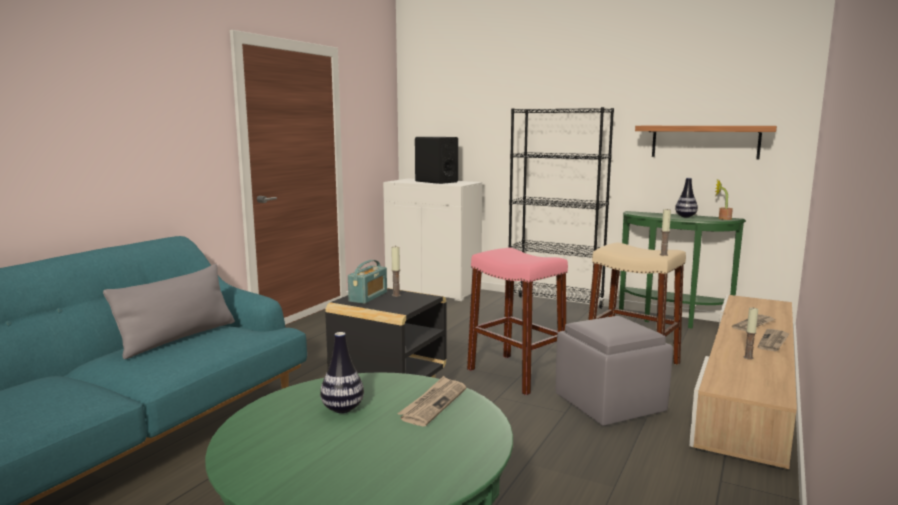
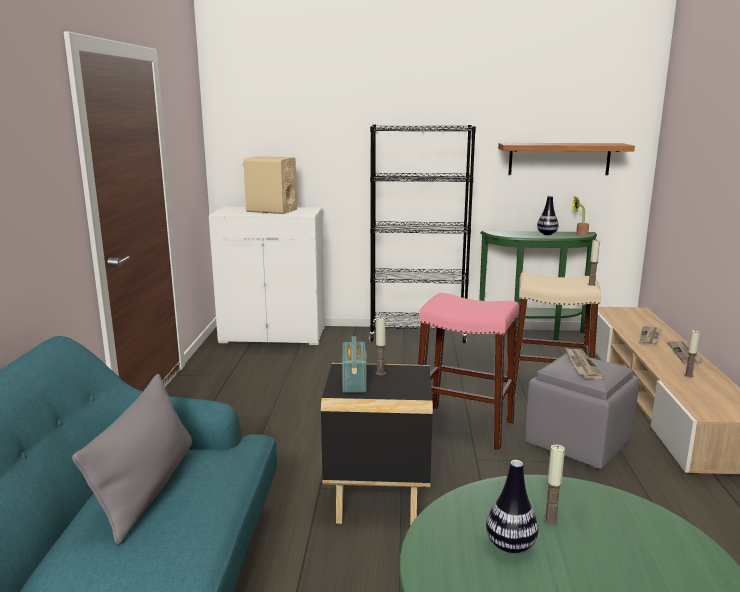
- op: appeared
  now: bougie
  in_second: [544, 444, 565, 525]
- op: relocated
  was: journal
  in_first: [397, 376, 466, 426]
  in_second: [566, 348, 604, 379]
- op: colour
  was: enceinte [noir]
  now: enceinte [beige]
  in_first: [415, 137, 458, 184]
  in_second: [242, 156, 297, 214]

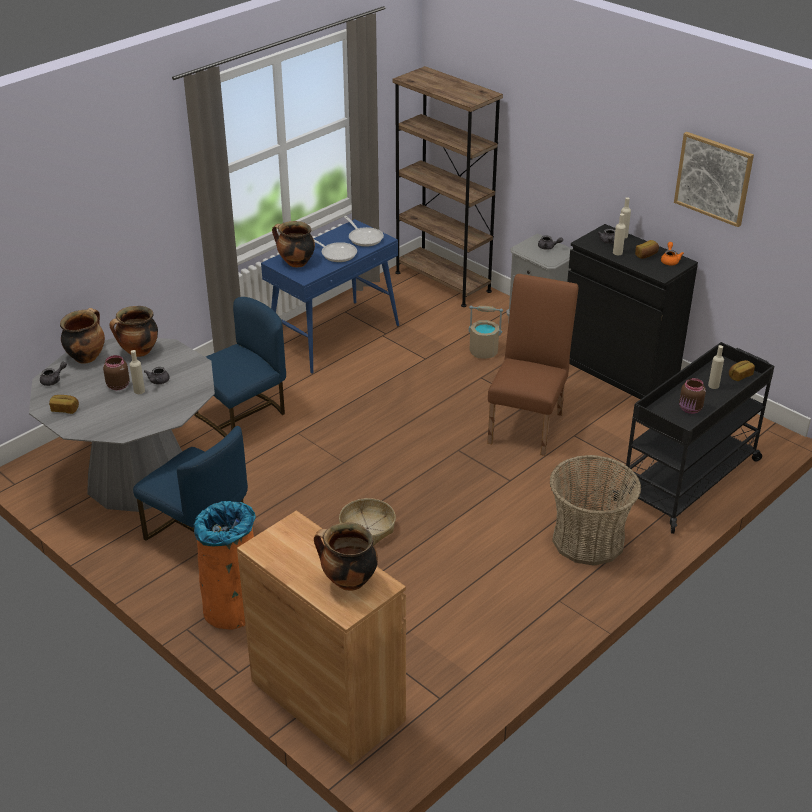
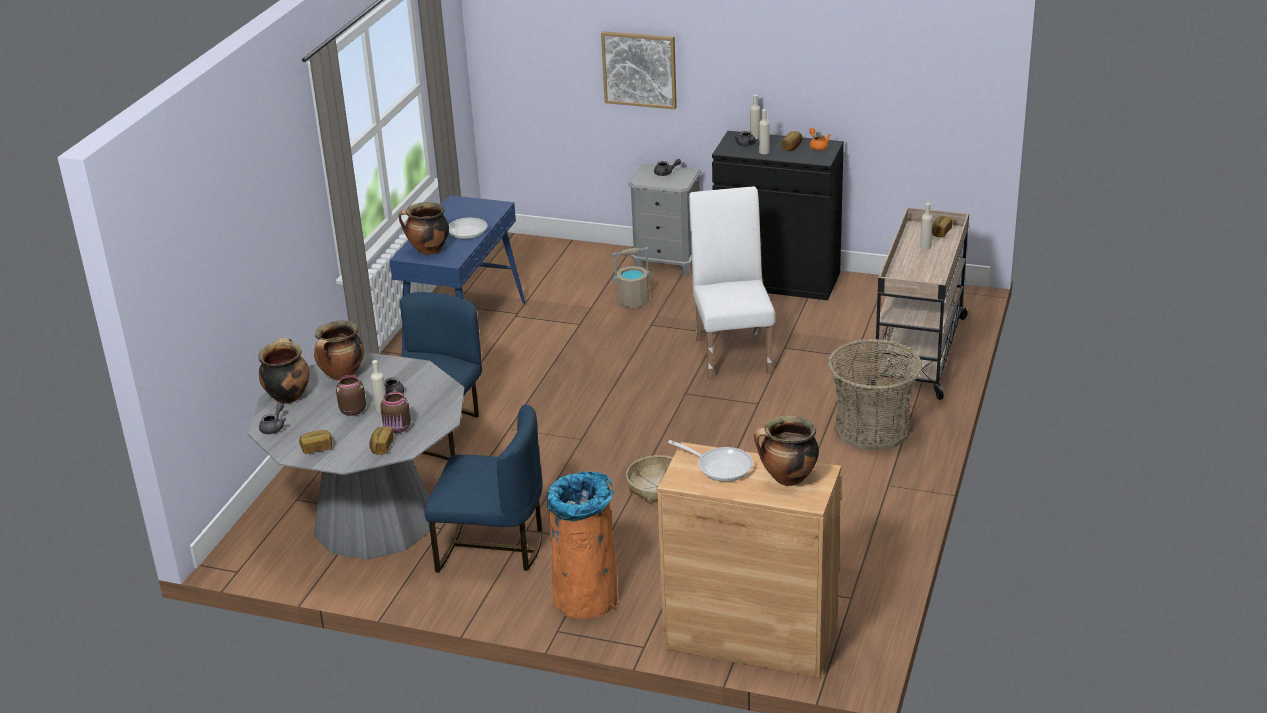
- op: missing
  was: bibliothèque [marron]
  in_first: [392, 66, 503, 307]
- op: appeared
  now: pain
  in_second: [369, 426, 394, 455]
- op: relocated
  was: poêle
  in_first: [344, 216, 384, 247]
  in_second: [668, 440, 753, 482]
- op: relocated
  was: tableau
  in_first: [674, 132, 754, 227]
  in_second: [601, 31, 677, 109]
- op: relocated
  was: bocal [marron]
  in_first: [679, 378, 706, 414]
  in_second: [381, 391, 411, 433]
- op: colour
  was: chaise [marron]
  now: chaise [blanc]
  in_first: [487, 274, 579, 456]
  in_second: [689, 186, 775, 379]
- op: colour
  was: chariot [noir]
  now: chariot [beige]
  in_first: [612, 342, 774, 534]
  in_second: [866, 207, 969, 400]

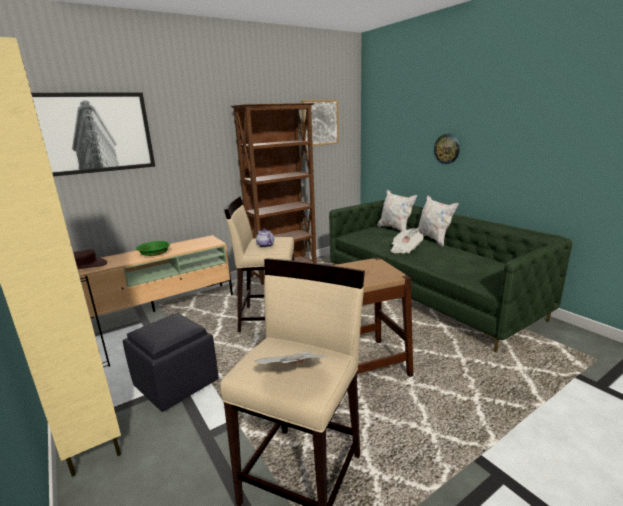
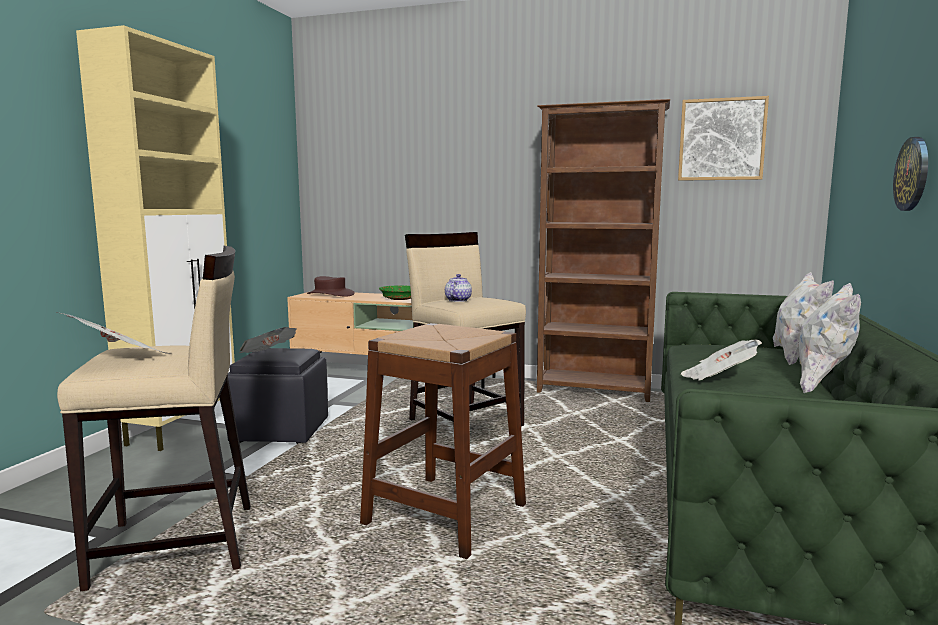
- op: missing
  was: tableau
  in_first: [31, 93, 155, 176]
- op: appeared
  now: journal
  in_second: [239, 327, 297, 353]

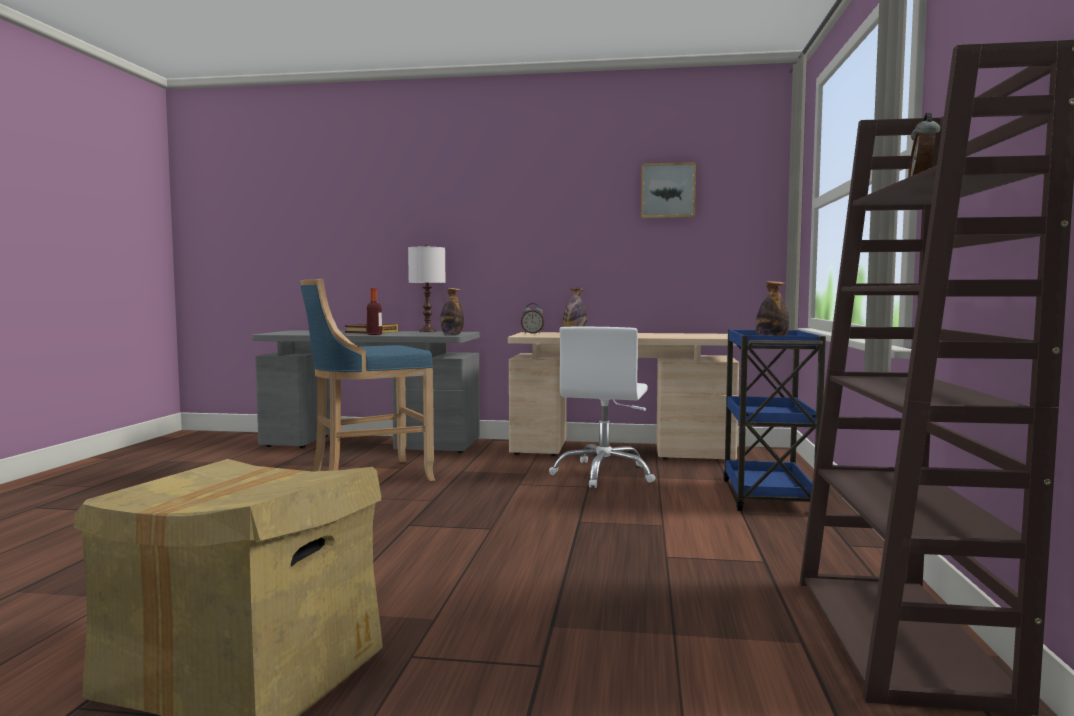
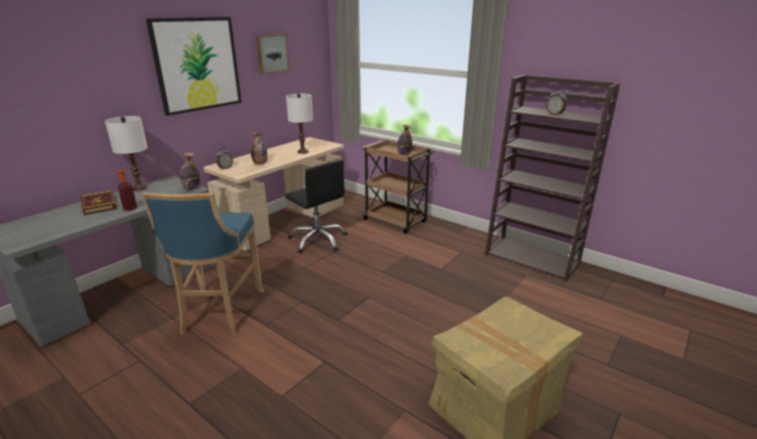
- op: appeared
  now: tableau
  in_second: [146, 17, 242, 116]
- op: appeared
  now: lampe de table [blanc]
  in_second: [286, 93, 313, 154]
- op: colour
  was: chaise de bureau [blanc]
  now: chaise de bureau [noir]
  in_first: [549, 327, 656, 488]
  in_second: [285, 160, 348, 254]
- op: colour
  was: chariot [bleu]
  now: chariot [marron]
  in_first: [723, 329, 826, 511]
  in_second: [362, 139, 434, 234]

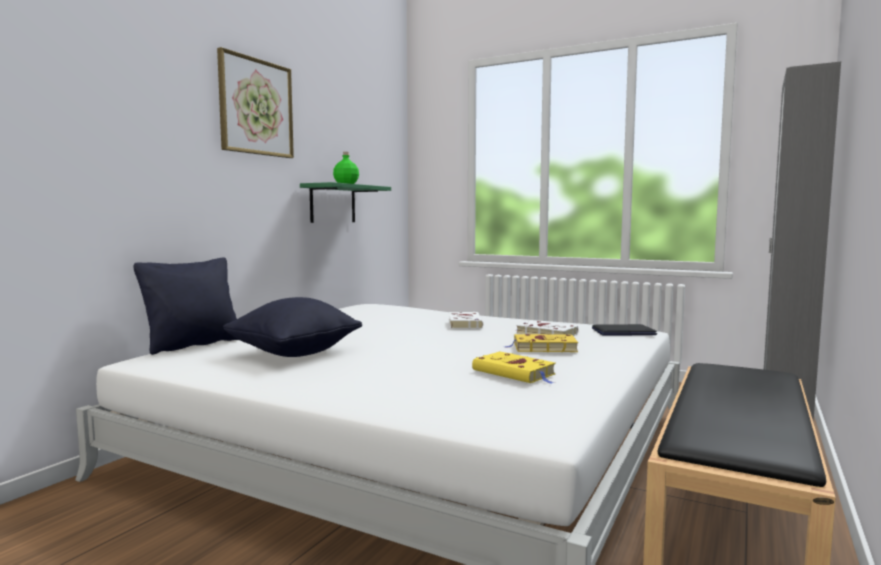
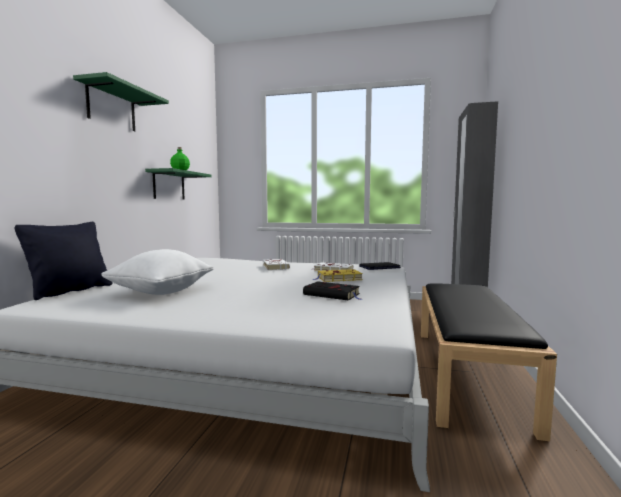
- op: exchanged
  was: tableau
  now: étagère [vert]
  in_first: [217, 47, 294, 158]
  in_second: [73, 72, 169, 131]
- op: colour
  was: coussin [noir]
  now: coussin [blanc]
  in_first: [223, 297, 362, 357]
  in_second: [101, 249, 214, 295]
- op: colour
  was: livre [jaune]
  now: livre [noir]
  in_first: [472, 352, 556, 384]
  in_second: [303, 281, 362, 300]

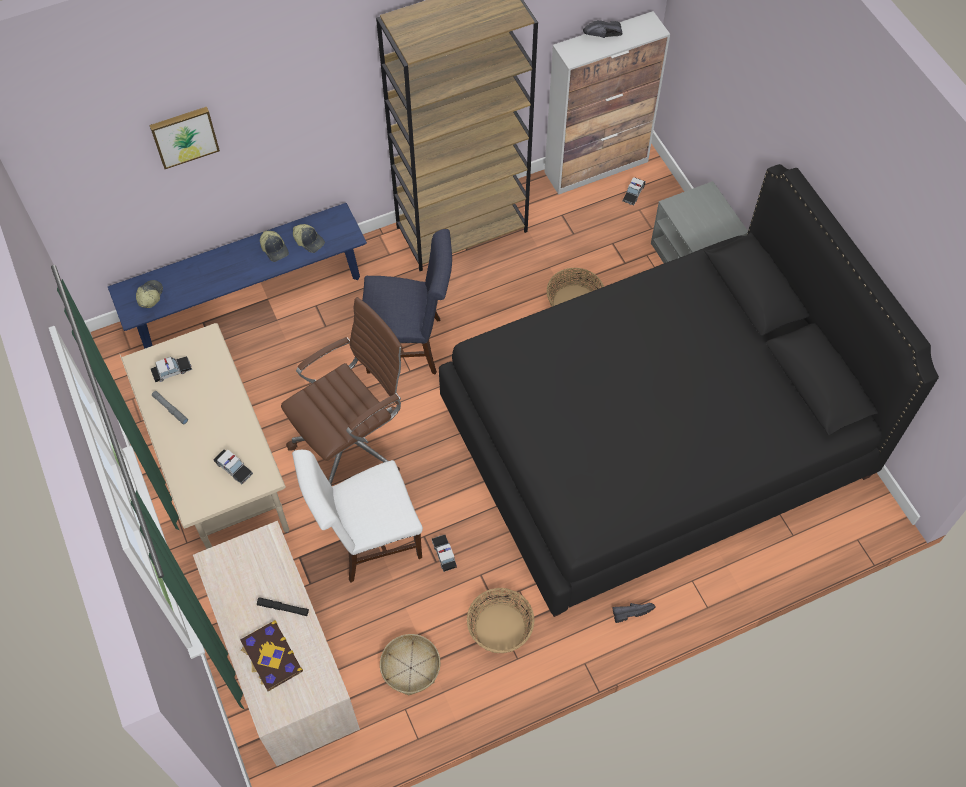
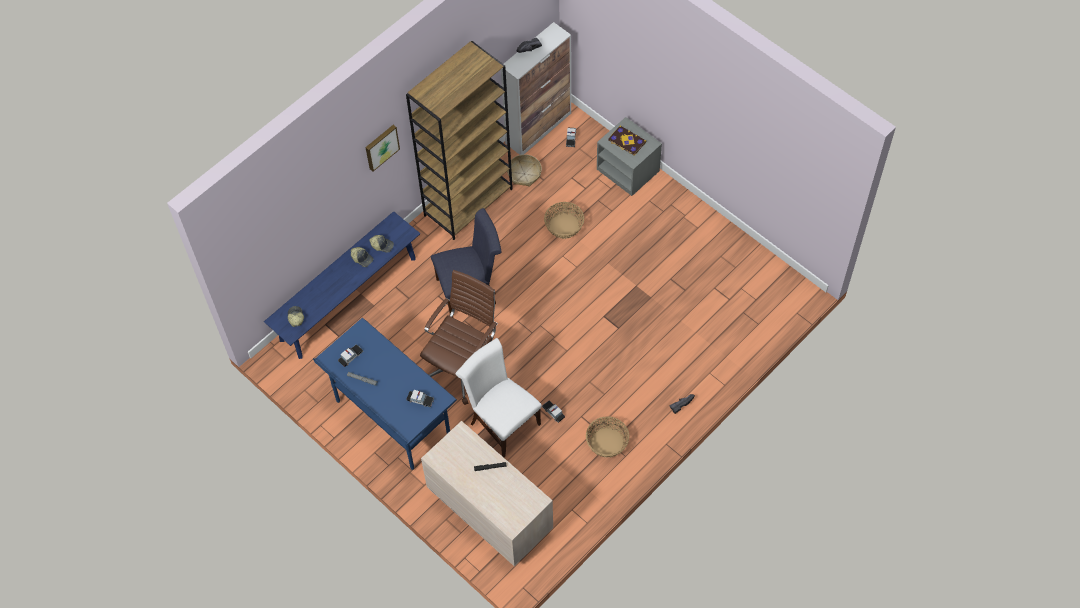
- op: missing
  was: lit [noir]
  in_first: [439, 164, 939, 617]
- op: relocated
  was: tableau
  in_first: [149, 107, 220, 169]
  in_second: [365, 125, 400, 172]
- op: relocated
  was: livre
  in_first: [240, 620, 303, 691]
  in_second: [608, 125, 646, 156]
- op: relocated
  was: panier
  in_first: [380, 634, 440, 695]
  in_second: [507, 154, 542, 187]
- op: colour
  was: bureau [beige]
  now: bureau [bleu]
  in_first: [120, 323, 289, 549]
  in_second: [313, 318, 457, 470]
- op: spun
  was: chaise [blanc]
  in_first: [292, 450, 423, 583]
  in_second: [455, 338, 542, 457]
  clockwise: 90

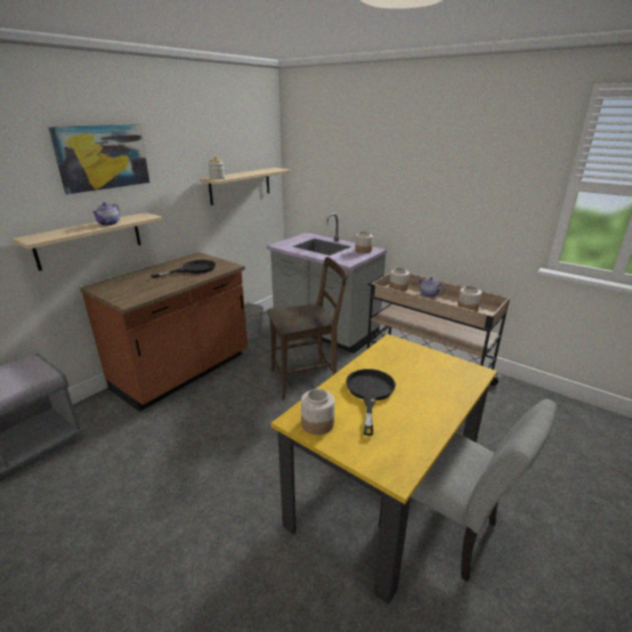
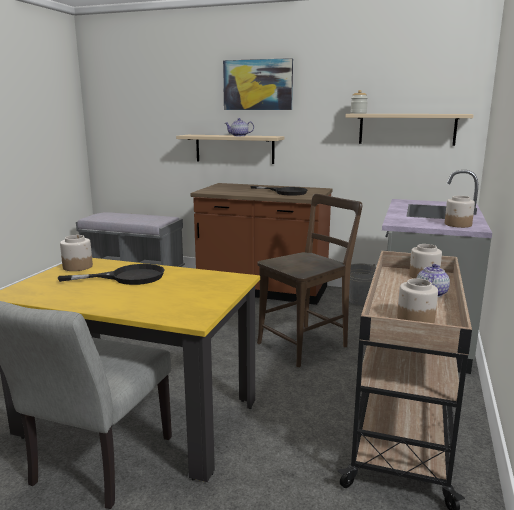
- op: spun
  was: chaise [marron]
  in_first: [267, 257, 347, 399]
  in_second: [257, 194, 362, 367]
  clockwise: -90

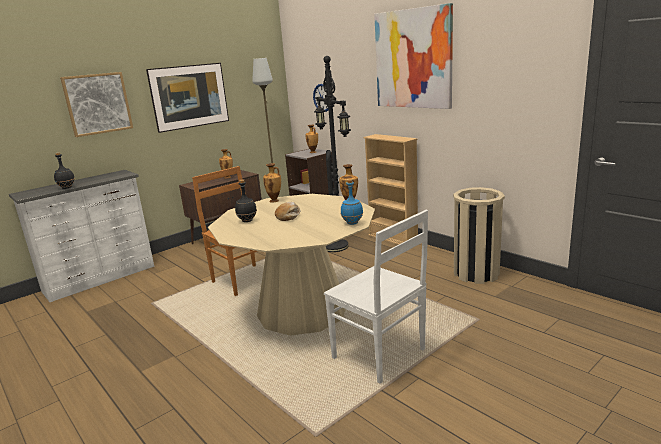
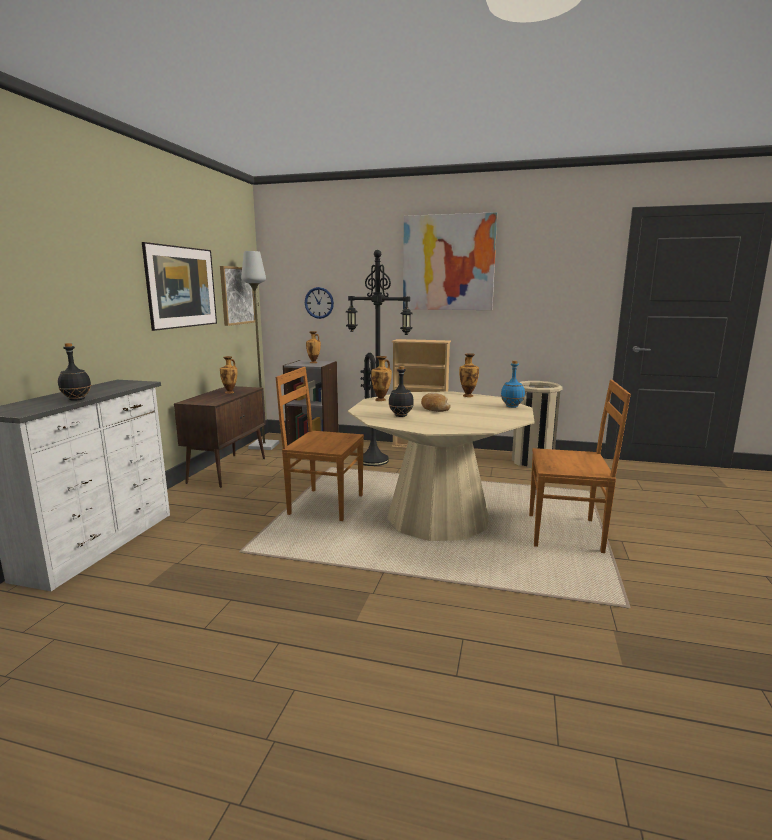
- op: relocated
  was: tableau
  in_first: [60, 72, 133, 137]
  in_second: [220, 266, 255, 326]
- op: colour
  was: chaise [blanc]
  now: chaise [marron]
  in_first: [324, 210, 428, 384]
  in_second: [529, 379, 631, 553]

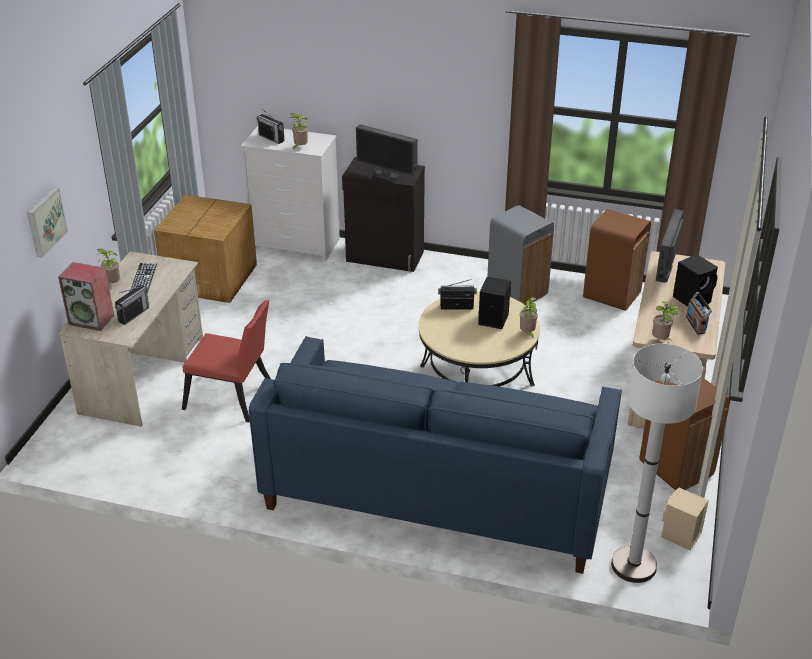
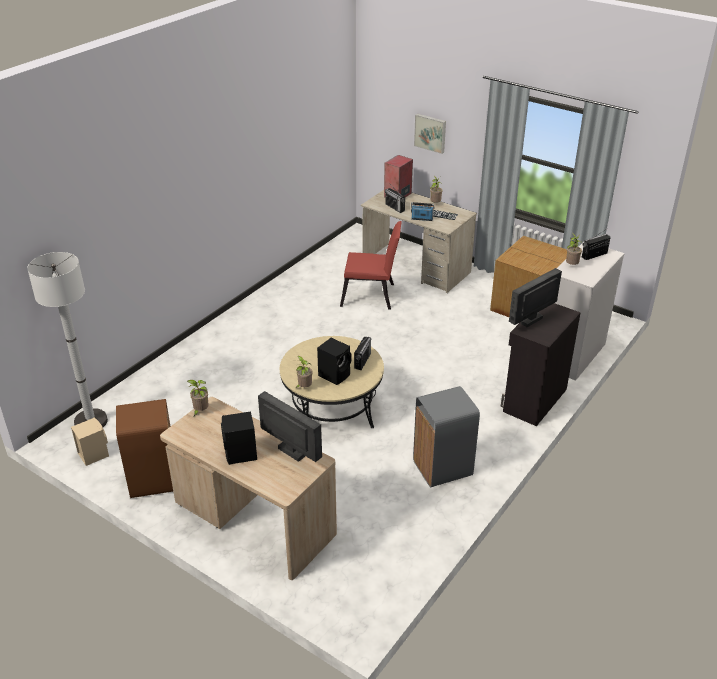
- op: missing
  was: canapé [bleu]
  in_first: [249, 336, 622, 574]
- op: missing
  was: poubelle [marron]
  in_first: [583, 209, 651, 311]
- op: relocated
  was: radio
  in_first: [686, 292, 712, 334]
  in_second: [411, 202, 435, 221]
- op: spun
  was: chaise [rouge]
  in_first: [182, 300, 271, 422]
  in_second: [340, 221, 402, 310]
  clockwise: -120

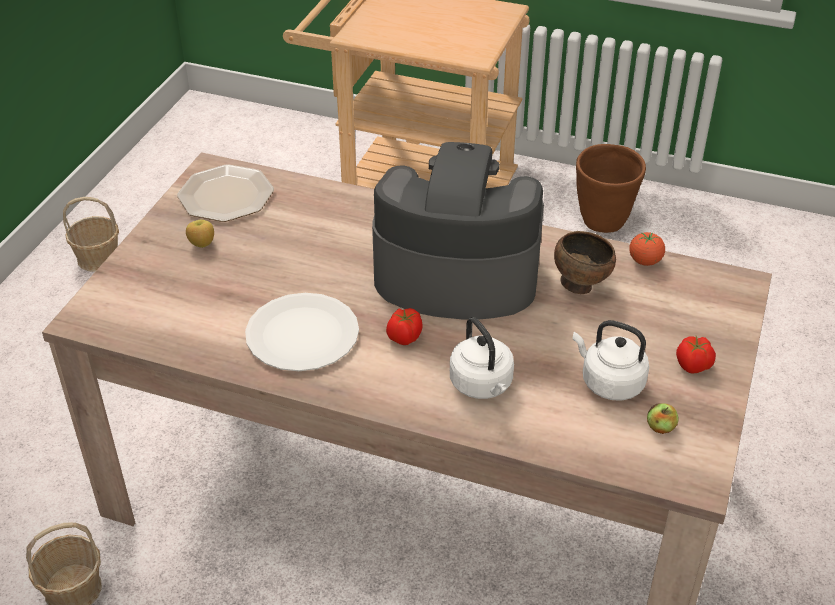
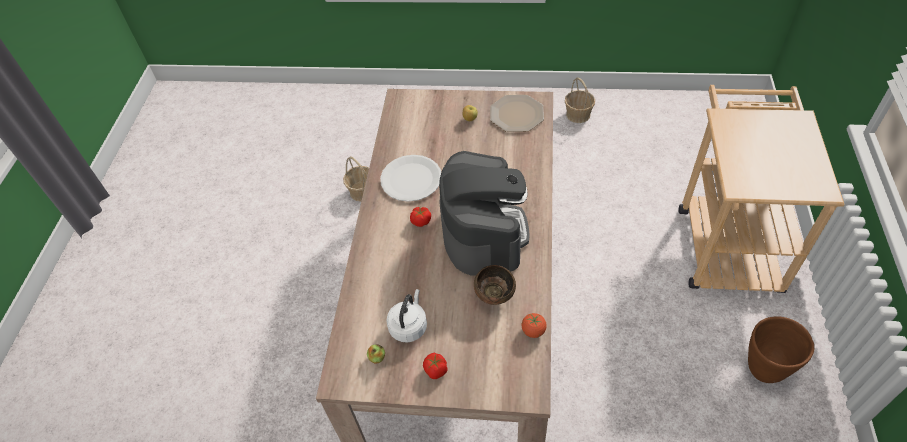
- op: missing
  was: bouilloire [blanc]
  in_first: [450, 317, 514, 399]

